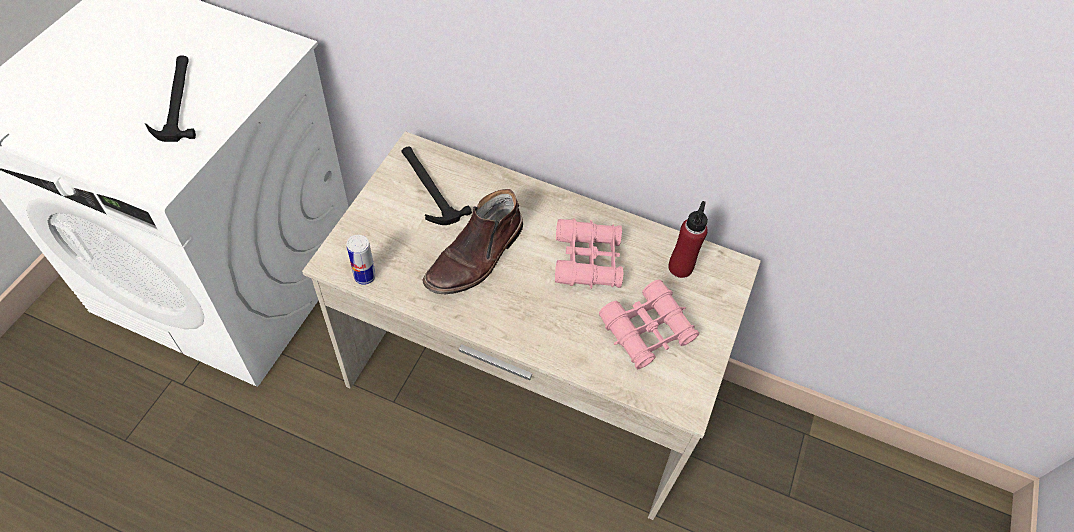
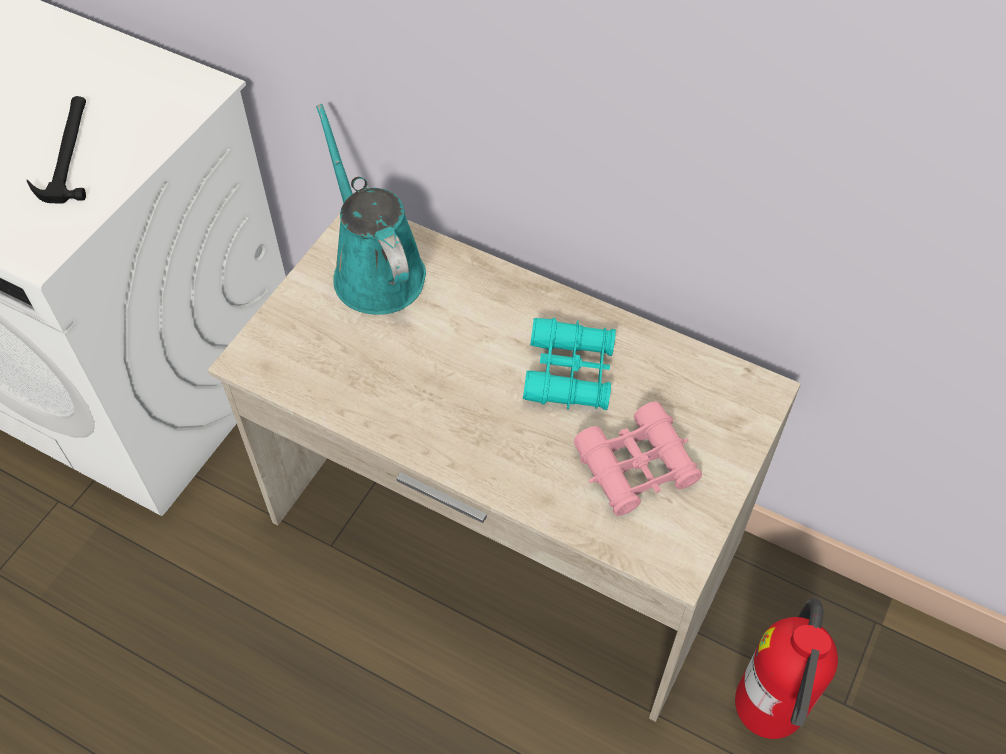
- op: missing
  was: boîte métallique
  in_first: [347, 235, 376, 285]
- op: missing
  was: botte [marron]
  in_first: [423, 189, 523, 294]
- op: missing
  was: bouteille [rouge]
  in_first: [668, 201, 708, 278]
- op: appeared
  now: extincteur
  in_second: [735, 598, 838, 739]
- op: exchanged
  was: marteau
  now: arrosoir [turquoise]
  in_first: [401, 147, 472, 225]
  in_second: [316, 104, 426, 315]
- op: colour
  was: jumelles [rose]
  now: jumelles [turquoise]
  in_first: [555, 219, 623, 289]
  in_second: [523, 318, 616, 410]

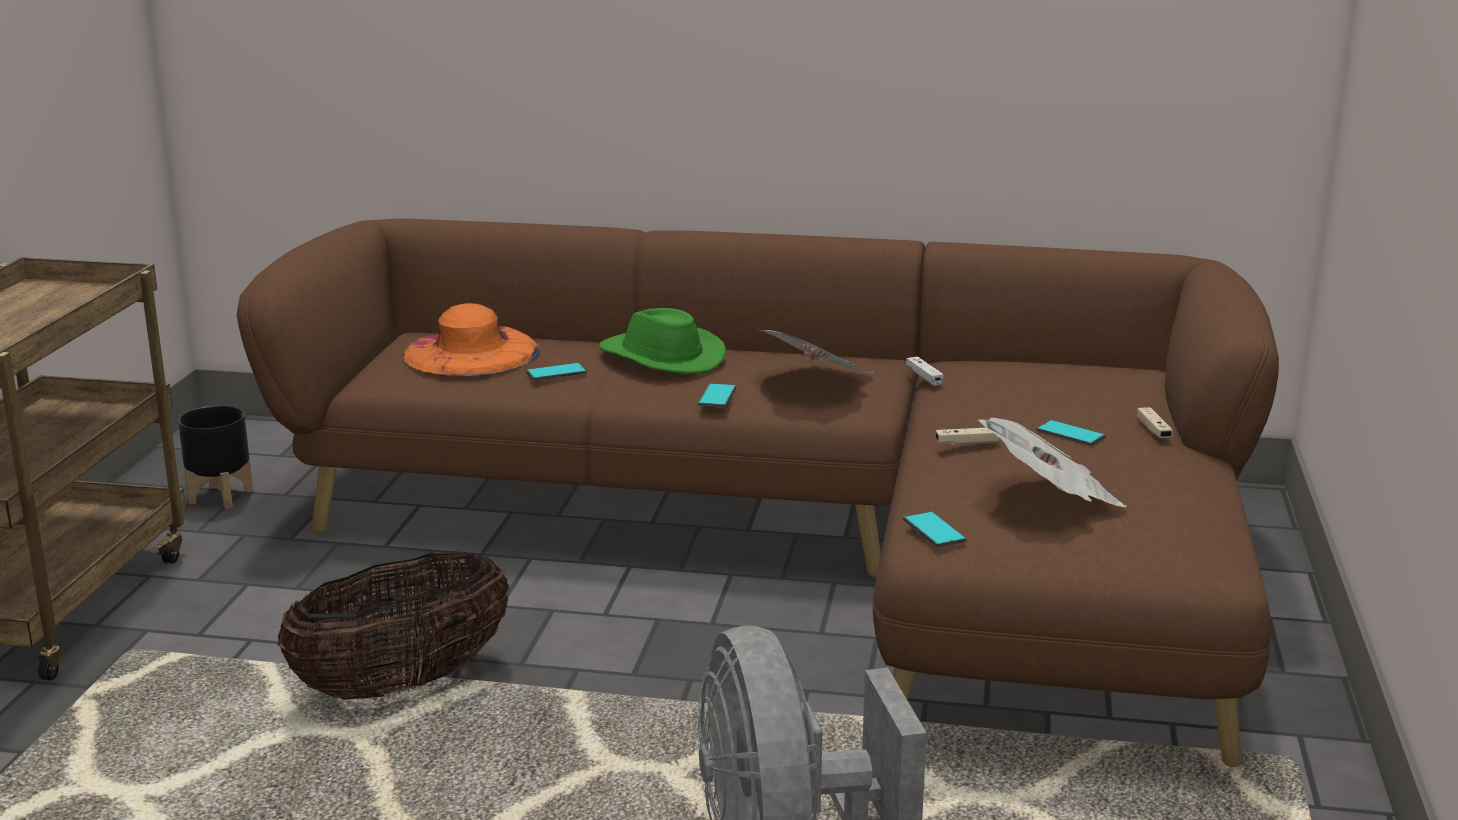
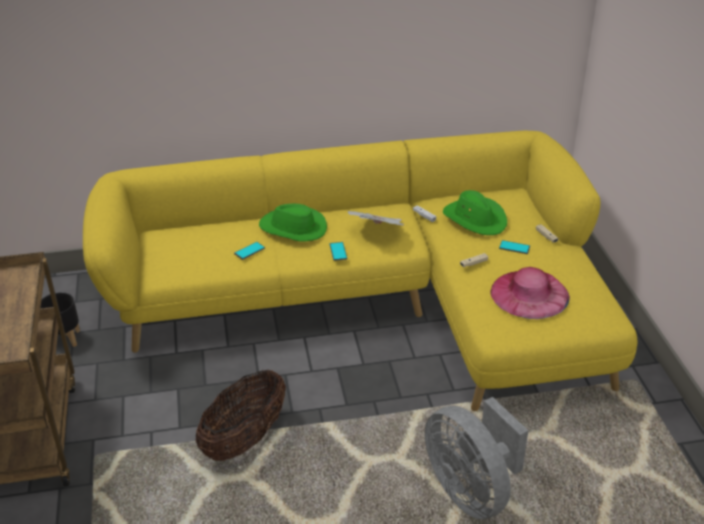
- op: missing
  was: chapeau [orange]
  in_first: [402, 303, 540, 376]
- op: missing
  was: téléphone
  in_first: [903, 511, 967, 547]
- op: appeared
  now: chapeau [vert]
  in_second: [443, 190, 507, 235]
- op: exchanged
  was: journal
  now: chapeau [rose]
  in_first: [978, 418, 1126, 507]
  in_second: [491, 267, 570, 319]
- op: colour
  was: canapé [marron]
  now: canapé [jaune]
  in_first: [237, 218, 1279, 767]
  in_second: [83, 131, 637, 411]

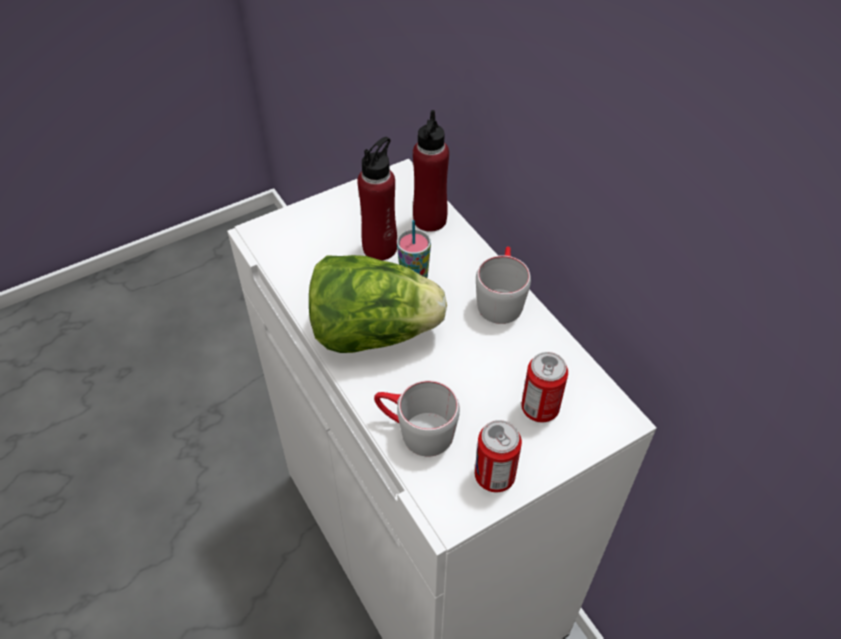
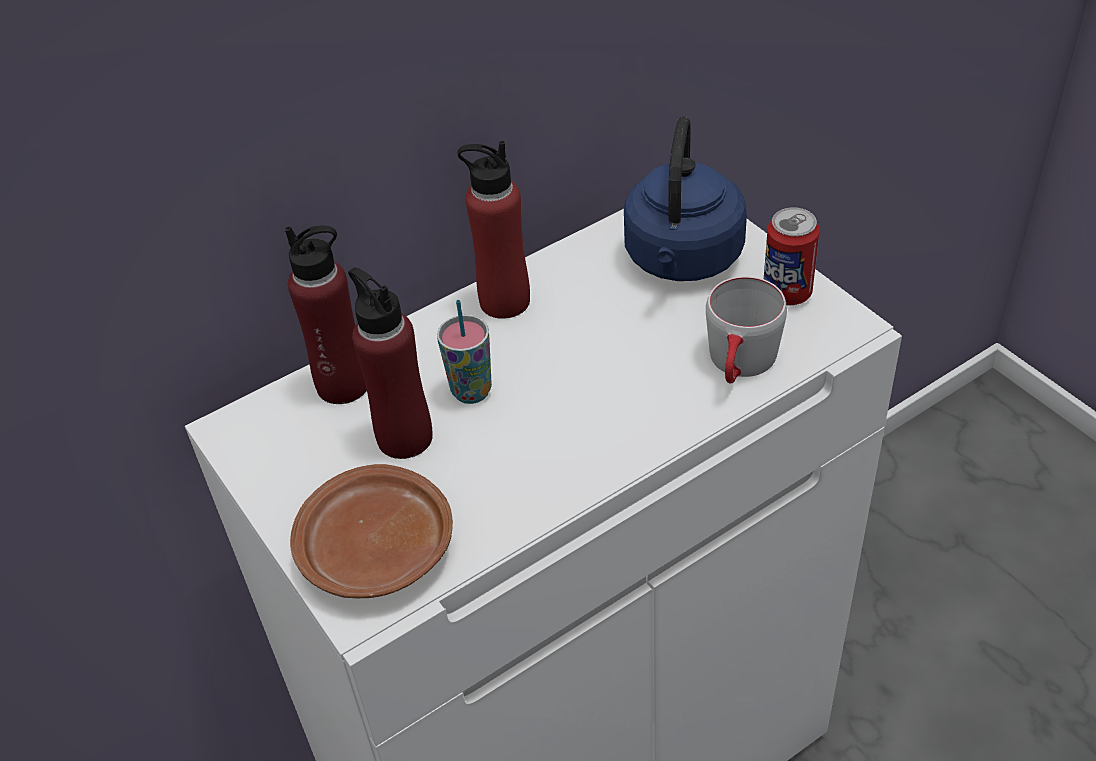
- op: missing
  was: laitue
  in_first: [309, 255, 447, 353]
- op: appeared
  now: assiette [marron]
  in_second: [290, 464, 453, 599]
- op: exchanged
  was: mug [gris]
  now: bouteille [rouge]
  in_first: [476, 246, 531, 324]
  in_second: [458, 141, 530, 319]
- op: exchanged
  was: boîte métallique
  now: bouilloire [bleu]
  in_first: [521, 352, 568, 422]
  in_second: [624, 117, 747, 281]

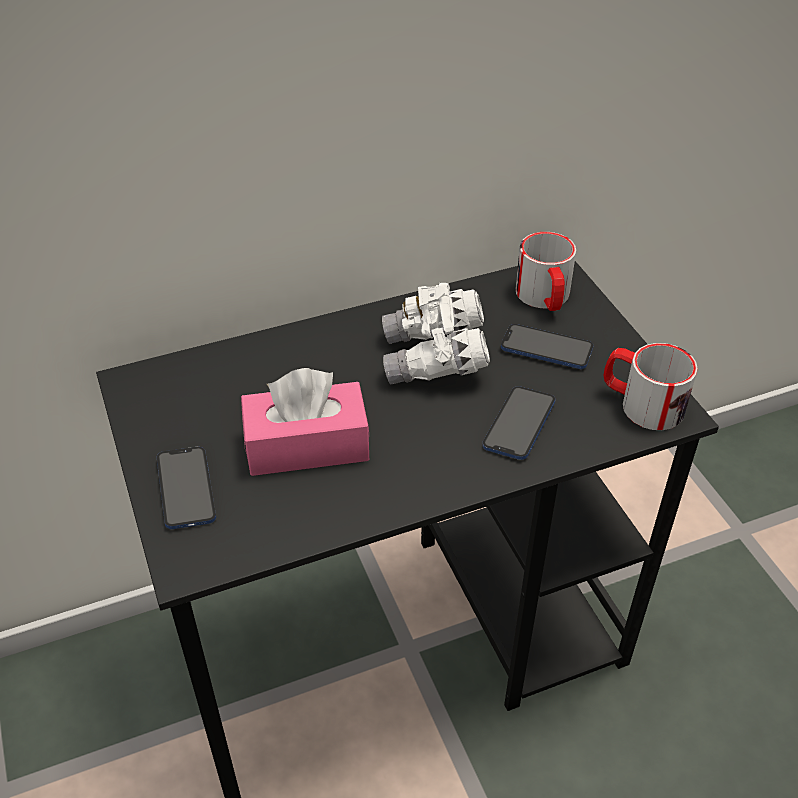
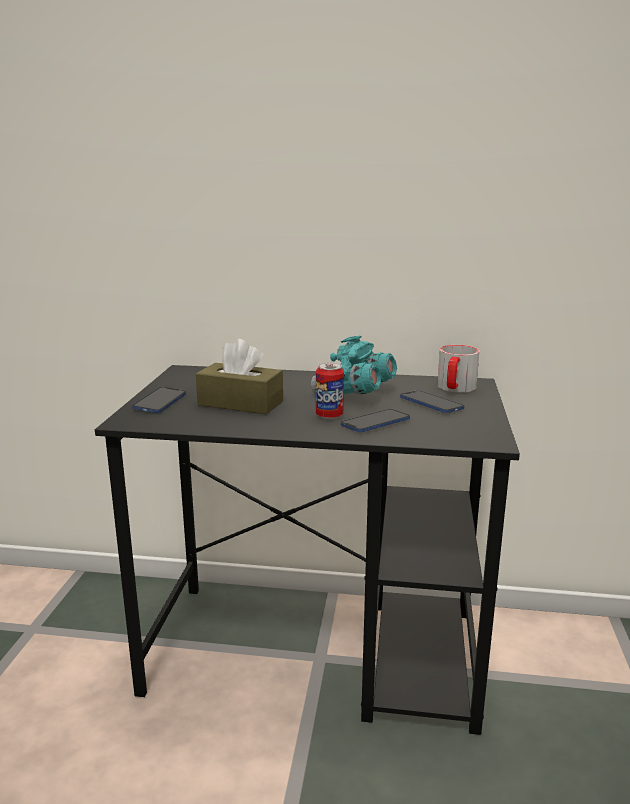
- op: missing
  was: mug
  in_first: [604, 343, 698, 430]
- op: appeared
  now: boîte métallique
  in_second: [316, 362, 344, 419]
- op: colour
  was: boîte à mouchoirs [rose]
  now: boîte à mouchoirs [marron]
  in_first: [241, 368, 370, 476]
  in_second: [196, 339, 283, 415]
- op: colour
  was: jumelles [blanc]
  now: jumelles [turquoise]
  in_first: [382, 283, 490, 384]
  in_second: [311, 336, 397, 395]

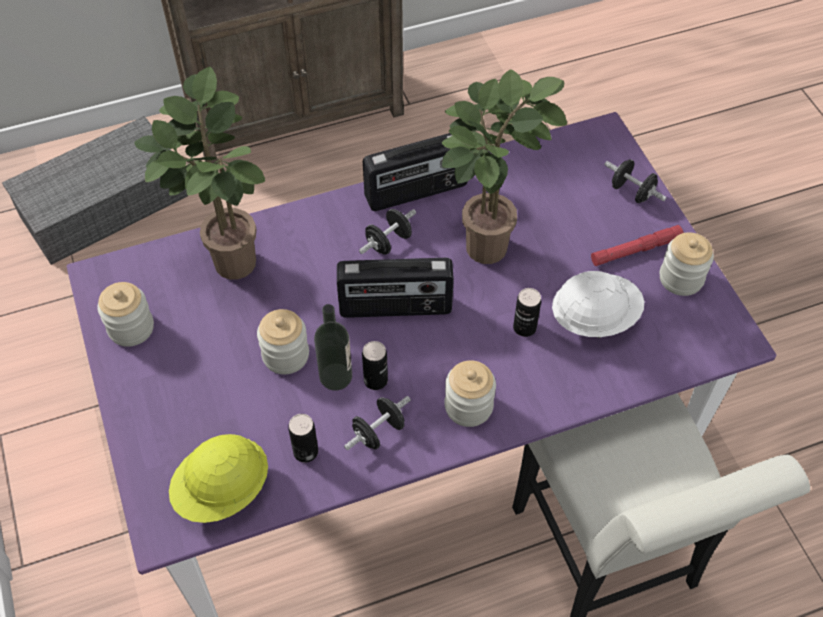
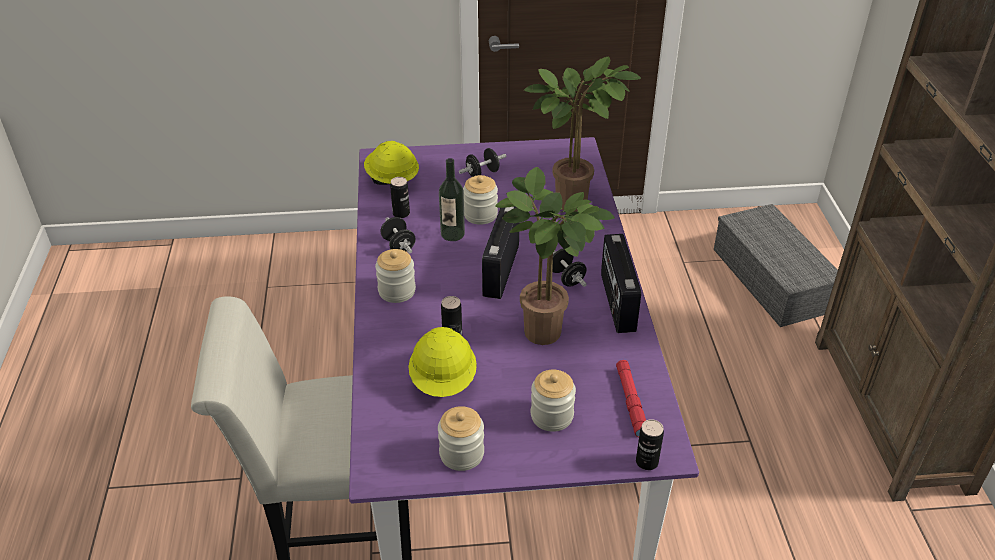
- op: relocated
  was: bocal
  in_first: [97, 282, 154, 347]
  in_second: [531, 370, 576, 432]
- op: relocated
  was: boîte métallique
  in_first: [362, 341, 388, 390]
  in_second: [636, 419, 664, 470]
- op: relocated
  was: lampe de poche [rouge]
  in_first: [591, 225, 684, 266]
  in_second: [616, 360, 646, 438]
- op: relocated
  was: haltère [noir]
  in_first: [604, 159, 667, 203]
  in_second: [459, 148, 506, 177]
- op: colour
  was: casque de chantier [blanc]
  now: casque de chantier [jaune]
  in_first: [552, 271, 644, 338]
  in_second: [408, 327, 477, 397]

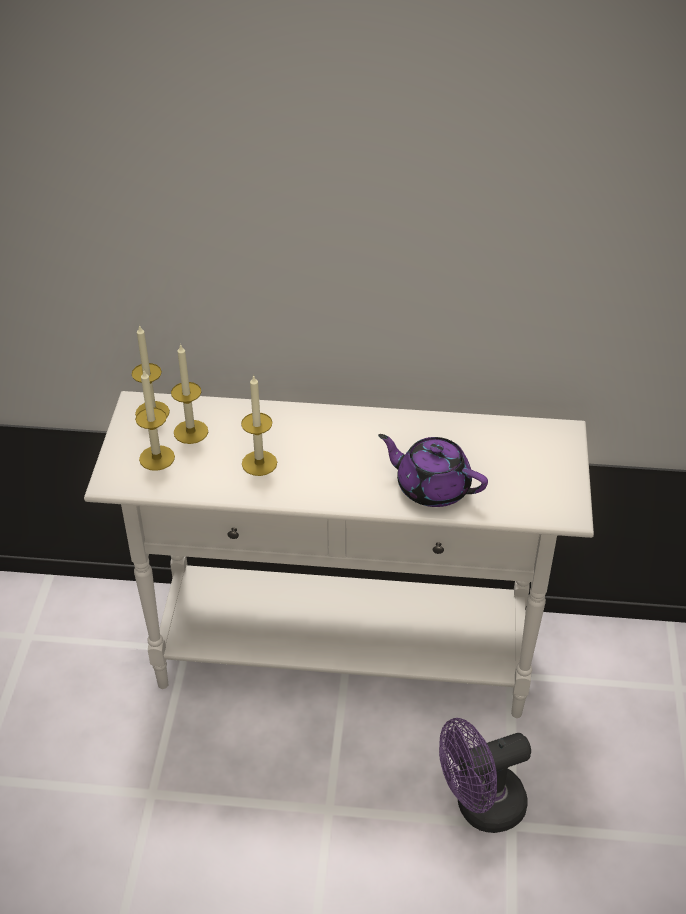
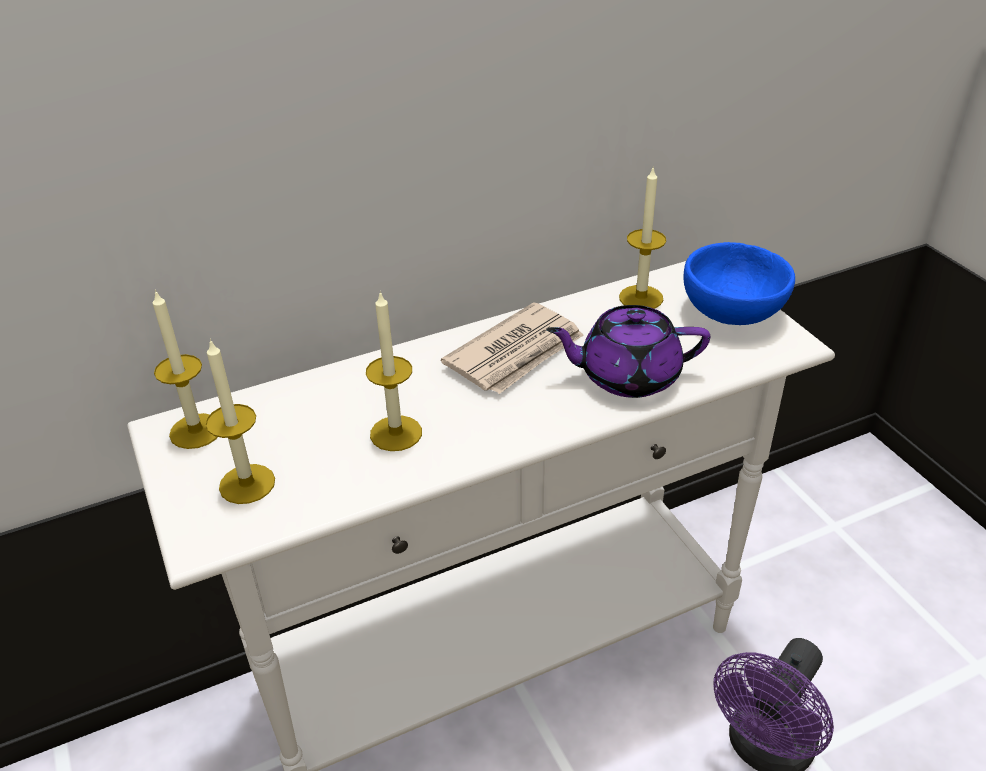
- op: appeared
  now: journal
  in_second: [441, 302, 583, 394]
- op: appeared
  now: bol [bleu]
  in_second: [684, 242, 795, 325]
- op: relocated
  was: bougie
  in_first: [171, 343, 208, 444]
  in_second: [619, 166, 666, 309]

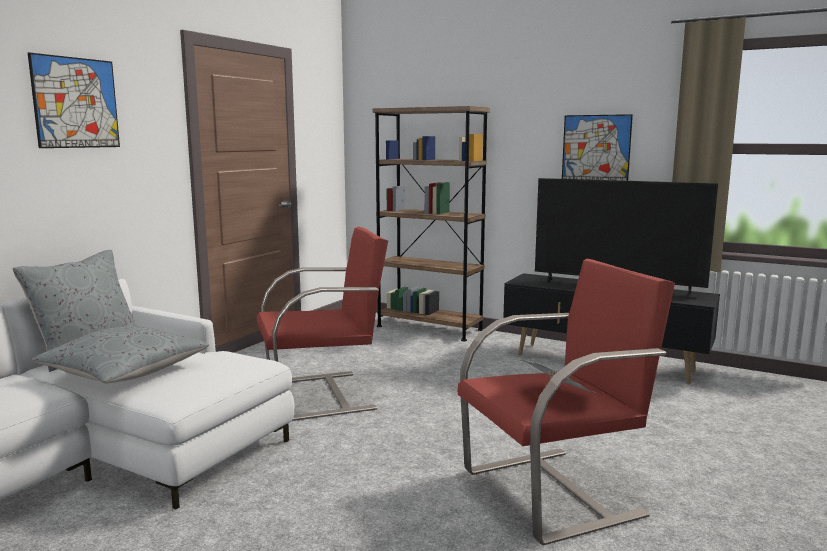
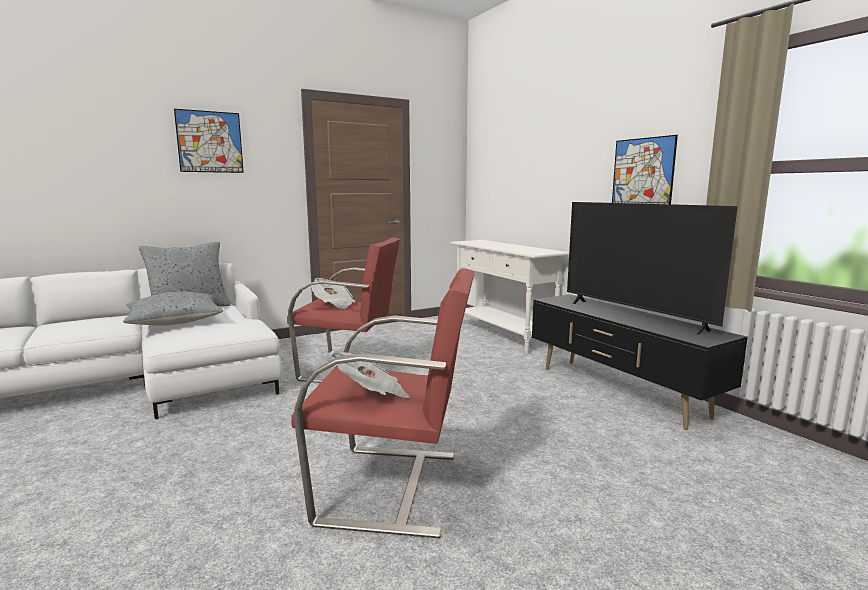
- op: appeared
  now: journal
  in_second: [311, 278, 355, 309]
- op: exchanged
  was: bibliothèque [marron]
  now: table console [blanc]
  in_first: [372, 106, 490, 341]
  in_second: [450, 240, 569, 353]

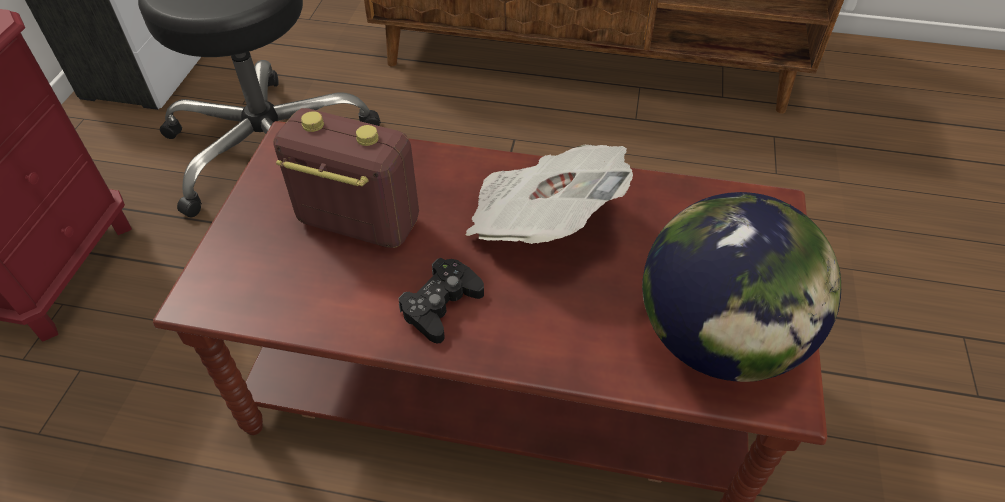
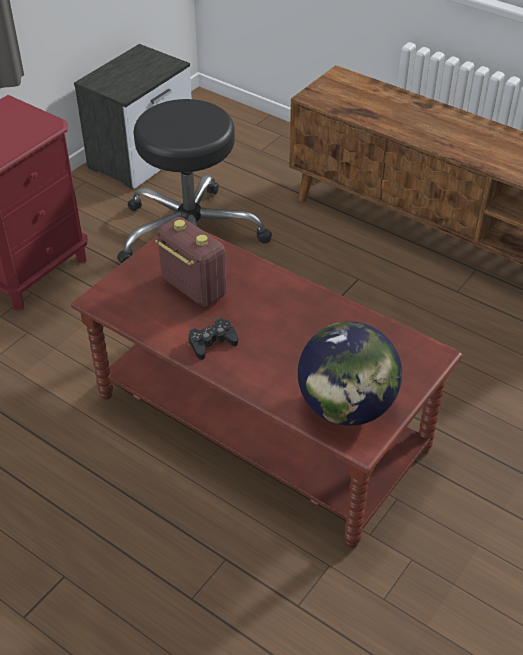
- op: missing
  was: journal
  in_first: [466, 144, 633, 244]

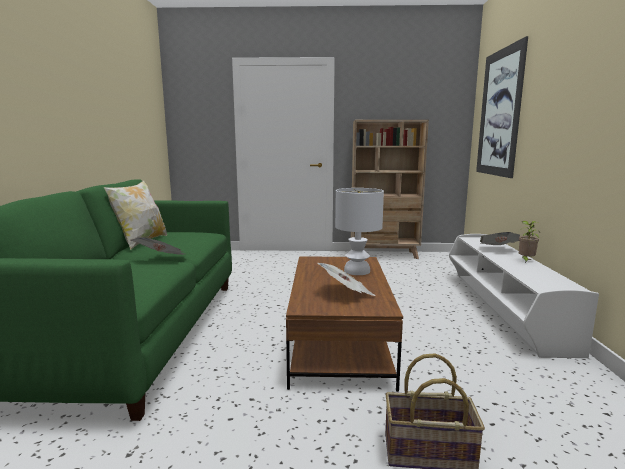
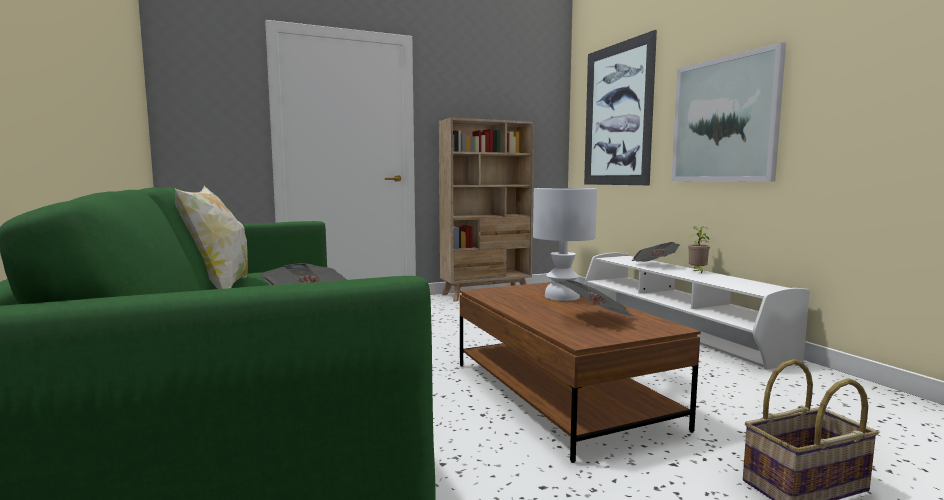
- op: appeared
  now: tableau
  in_second: [672, 42, 786, 182]

